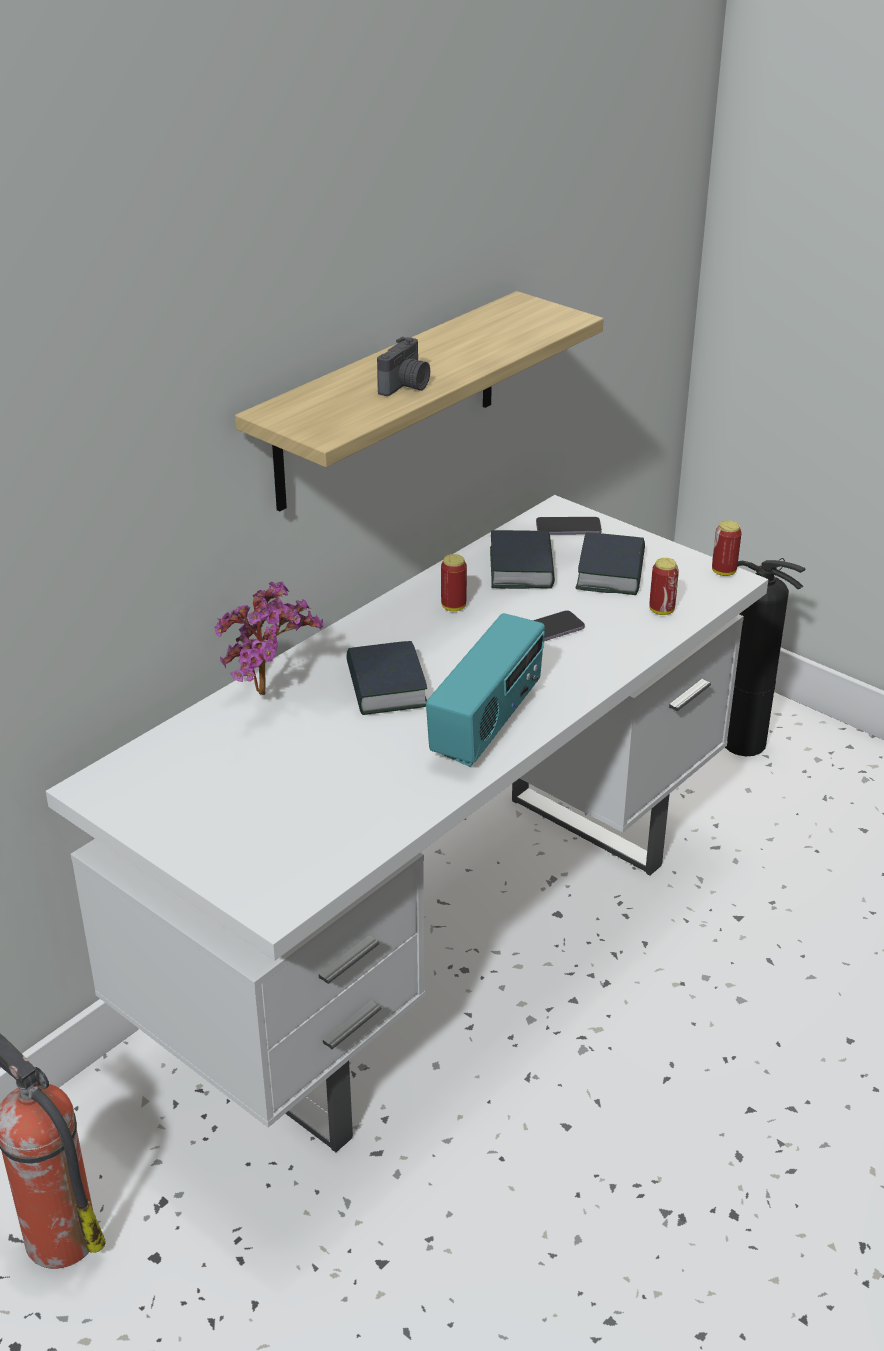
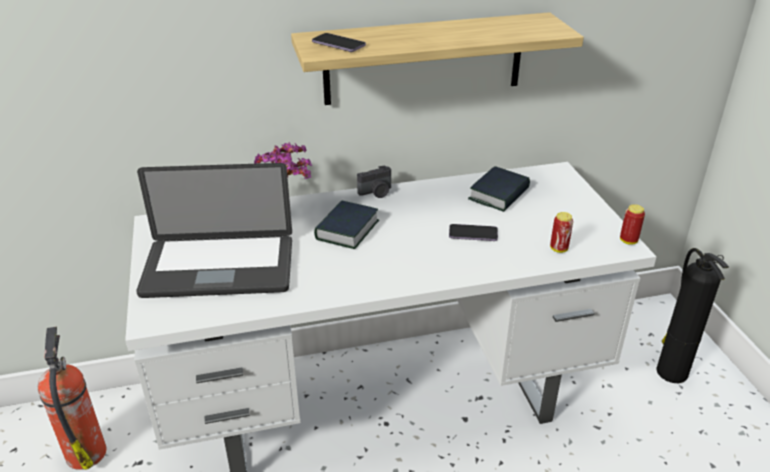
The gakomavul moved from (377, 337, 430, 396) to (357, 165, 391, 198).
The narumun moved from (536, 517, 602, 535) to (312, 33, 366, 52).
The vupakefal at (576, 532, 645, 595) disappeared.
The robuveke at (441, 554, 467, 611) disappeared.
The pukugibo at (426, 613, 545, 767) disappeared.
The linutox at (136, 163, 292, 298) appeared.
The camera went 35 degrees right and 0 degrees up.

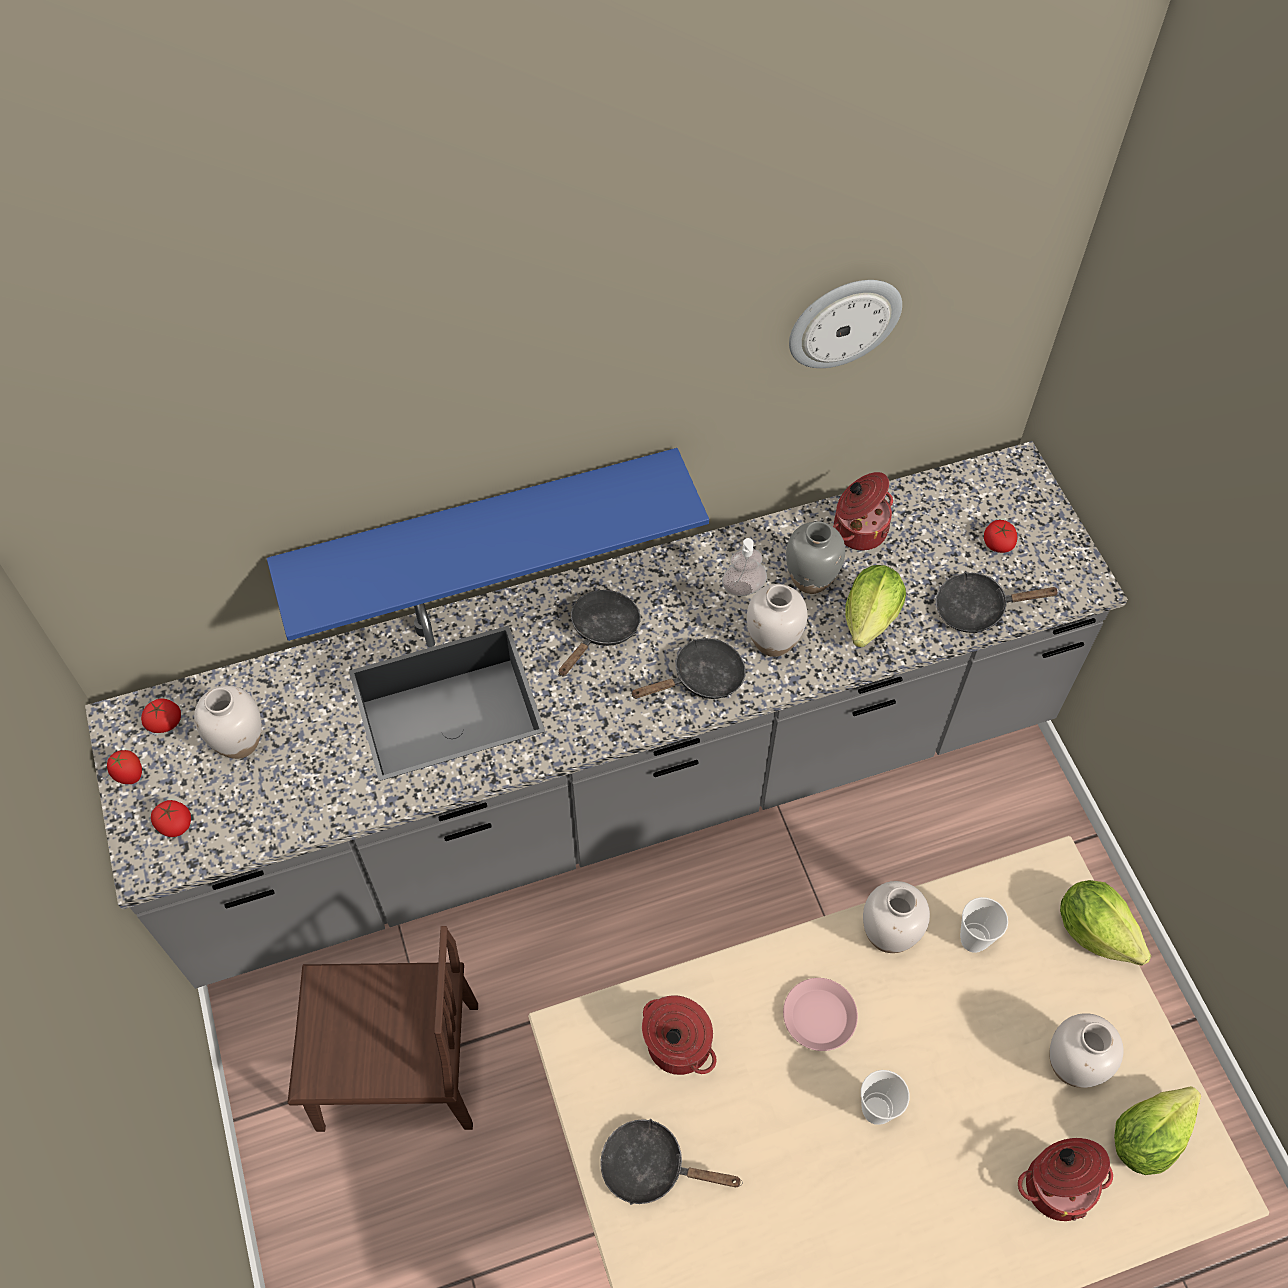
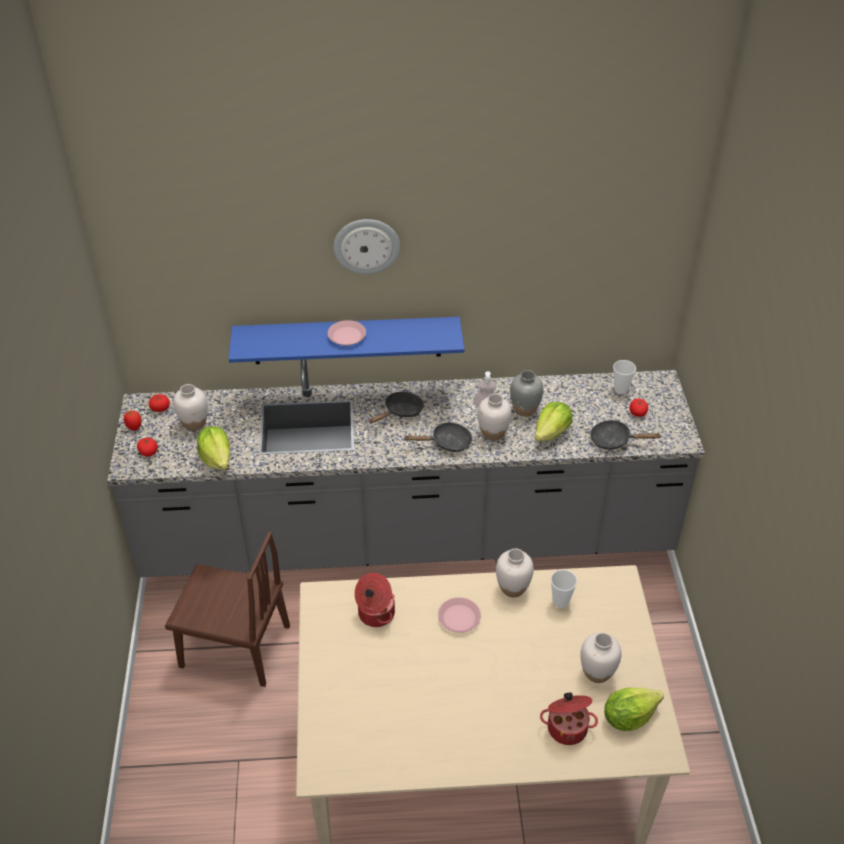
The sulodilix moved from (789, 280, 902, 368) to (334, 219, 400, 274).
The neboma at (833, 472, 893, 550) disappeared.
The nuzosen moved from (1060, 880, 1151, 966) to (197, 426, 230, 470).
The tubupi moved from (861, 1070, 910, 1125) to (613, 360, 636, 394).
The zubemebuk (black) at (600, 1119, 743, 1205) disappeared.
The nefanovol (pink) at (328, 320, 366, 346) appeared.
The camera went 15 degrees right and 15 degrees down.

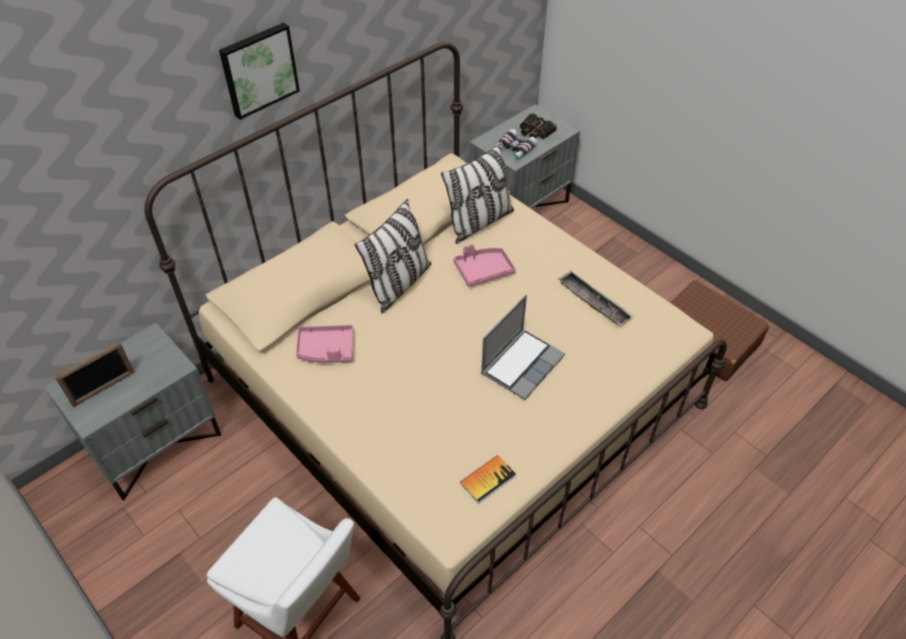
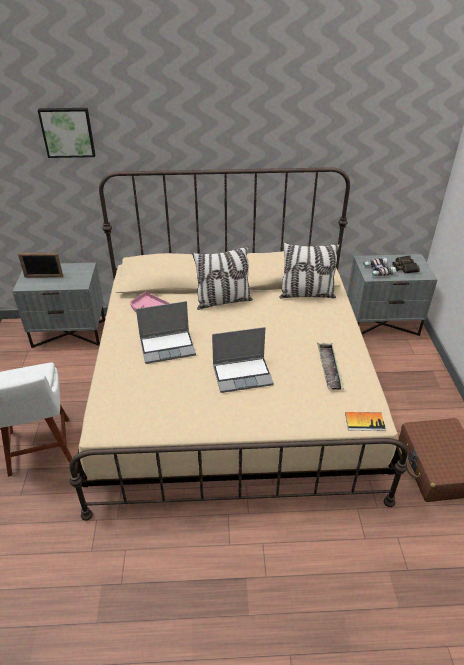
The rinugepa moved from (219, 23, 300, 120) to (38, 108, 95, 158).
The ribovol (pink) at (453, 244, 516, 287) disappeared.
The vupakefal moved from (460, 455, 516, 504) to (345, 412, 386, 431).
The linutox at (136, 301, 196, 364) appeared.
The camera went 40 degrees right and 10 degrees down.

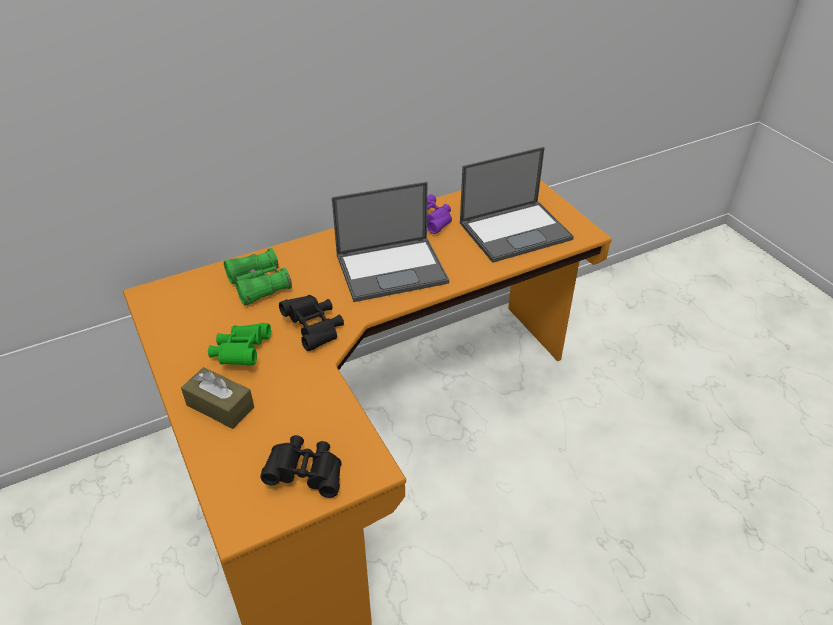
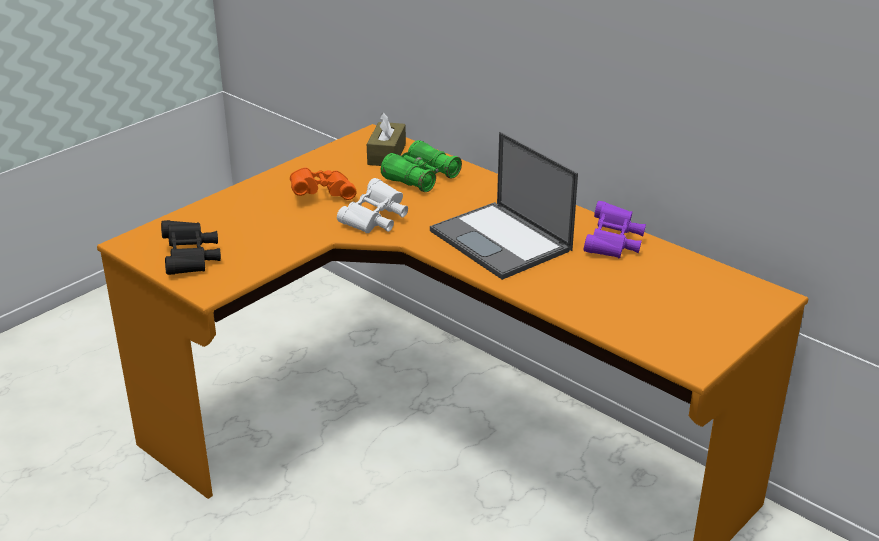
The linutox at (460, 147, 574, 263) disappeared.
The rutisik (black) at (279, 295, 344, 351) became the rutisik (white) at (337, 178, 408, 233).
The rutisik (green) at (208, 323, 271, 366) became the rutisik (orange) at (290, 167, 356, 200).
The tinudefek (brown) moved from (181, 367, 254, 429) to (367, 112, 406, 166).
The camera went 70 degrees right and 10 degrees down.

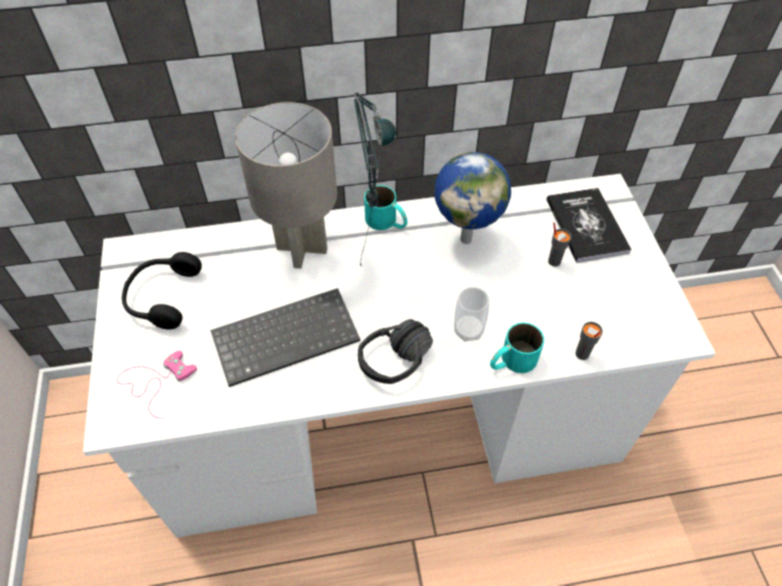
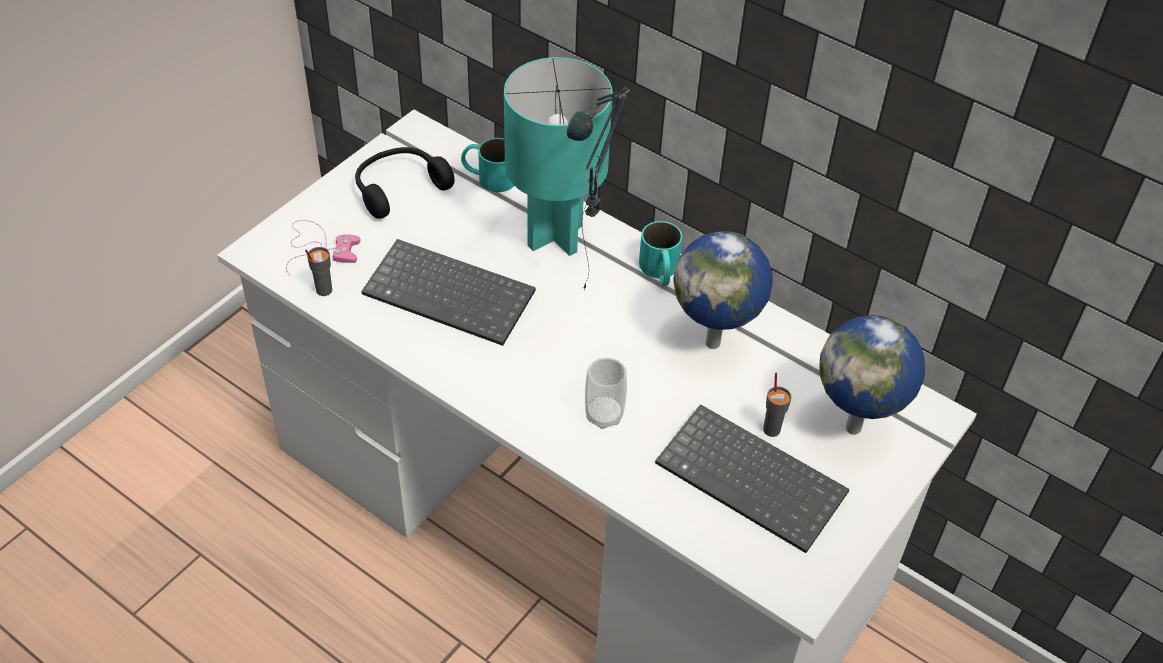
The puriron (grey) at (235, 102, 337, 269) became the puriron (turquoise) at (504, 57, 613, 256).
The vupakefal at (547, 188, 632, 263) was replaced by the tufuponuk at (819, 315, 925, 435).
The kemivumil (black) at (358, 319, 433, 384) disappeared.
The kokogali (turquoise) moved from (490, 322, 544, 373) to (461, 138, 514, 192).
The tubupi (grey) moved from (575, 322, 603, 360) to (305, 247, 332, 296).
The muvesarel at (655, 404, 849, 553) appeared.
The camera went 45 degrees right and 5 degrees down.

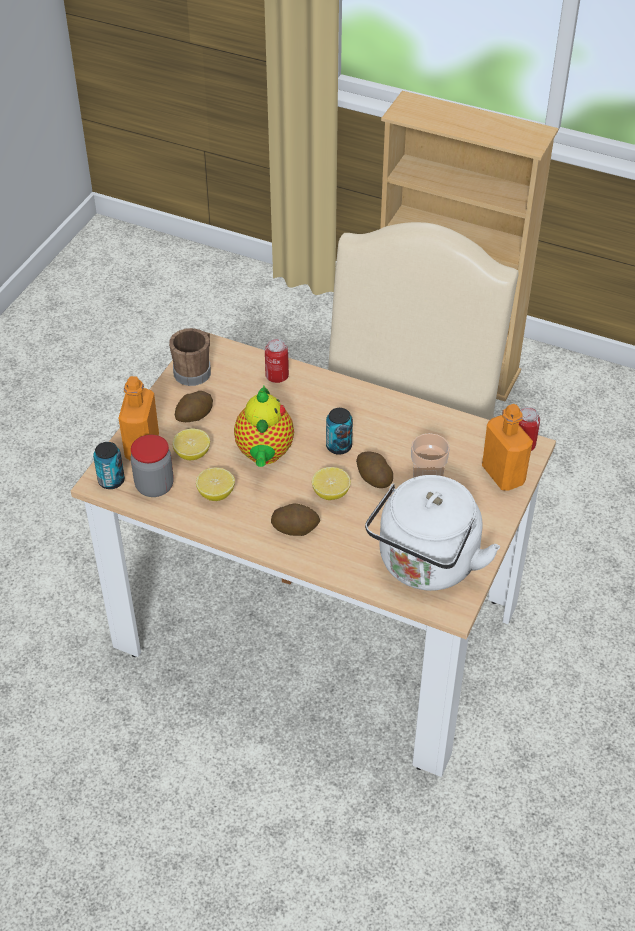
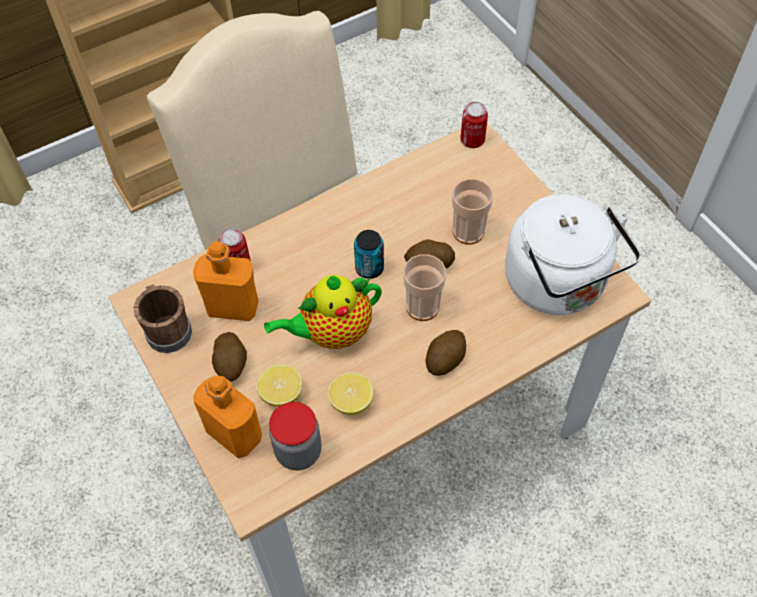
The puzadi at (234, 385, 294, 467) turned 120 degrees clockwise.
The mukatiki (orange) moved from (482, 404, 533, 491) to (193, 241, 259, 321).
The robuveke at (93, 442, 125, 489) disappeared.
The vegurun at (312, 467, 351, 500) was replaced by the tubupi at (403, 254, 446, 321).
The camera went 55 degrees left and 10 degrees up.

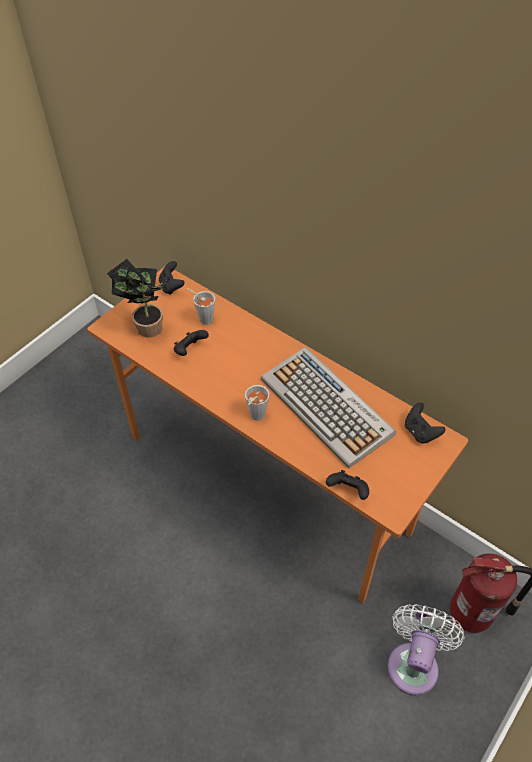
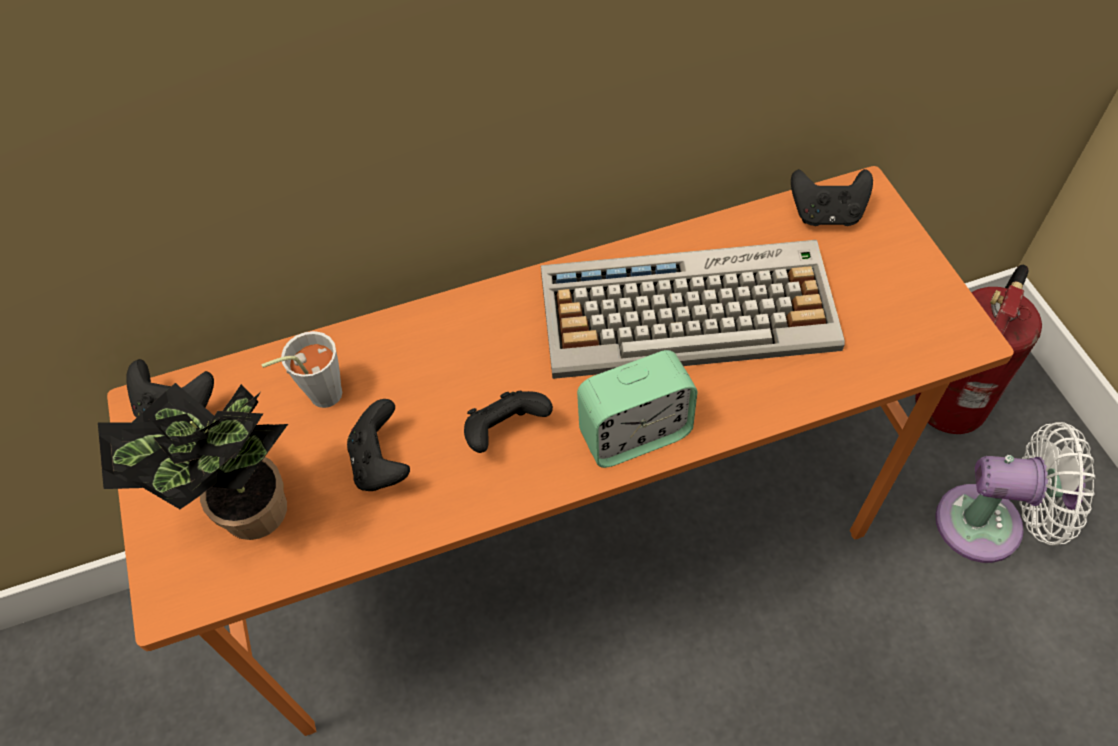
The tubupi (grey) at (245, 385, 270, 421) was replaced by the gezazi at (577, 350, 698, 468).
The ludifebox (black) moved from (326, 470, 369, 500) to (464, 391, 553, 453).
The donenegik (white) at (388, 604, 465, 696) turned 135 degrees clockwise.
The camera went 55 degrees left and 5 degrees up.

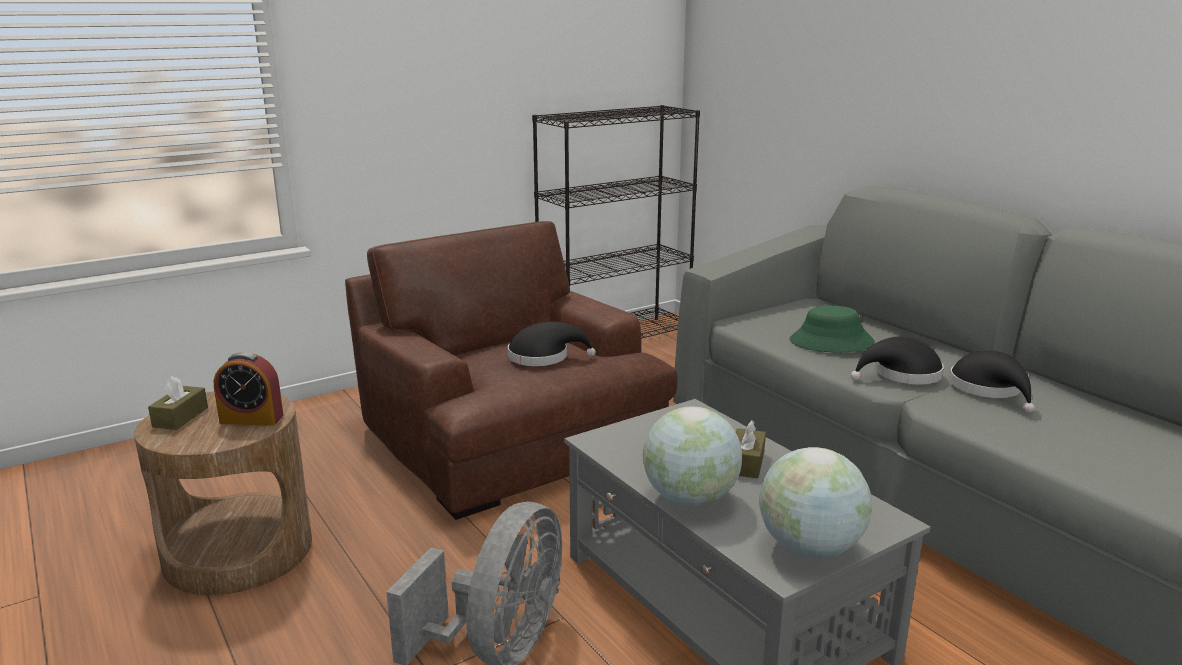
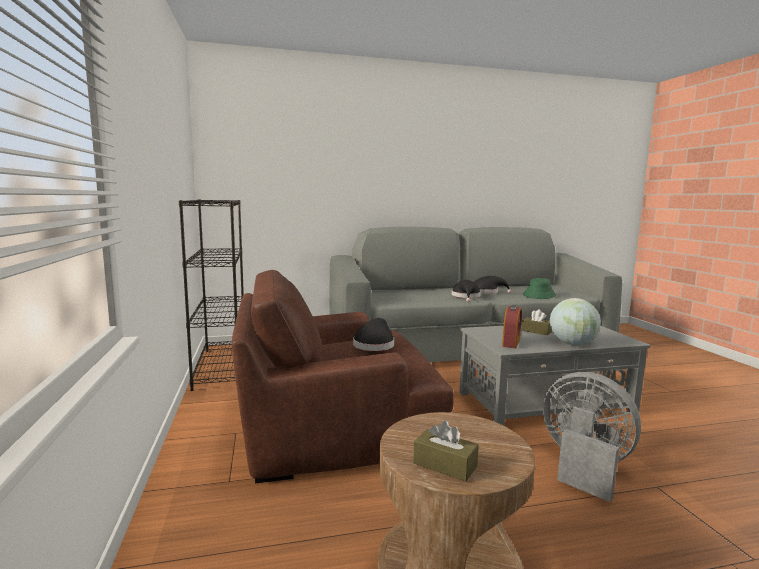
The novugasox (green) moved from (790, 306, 875, 352) to (523, 278, 556, 299).
The gezazi moved from (214, 352, 283, 425) to (502, 305, 522, 348).
The tufuponuk at (759, 447, 872, 558) disappeared.
The camera went 70 degrees left and 10 degrees down.

